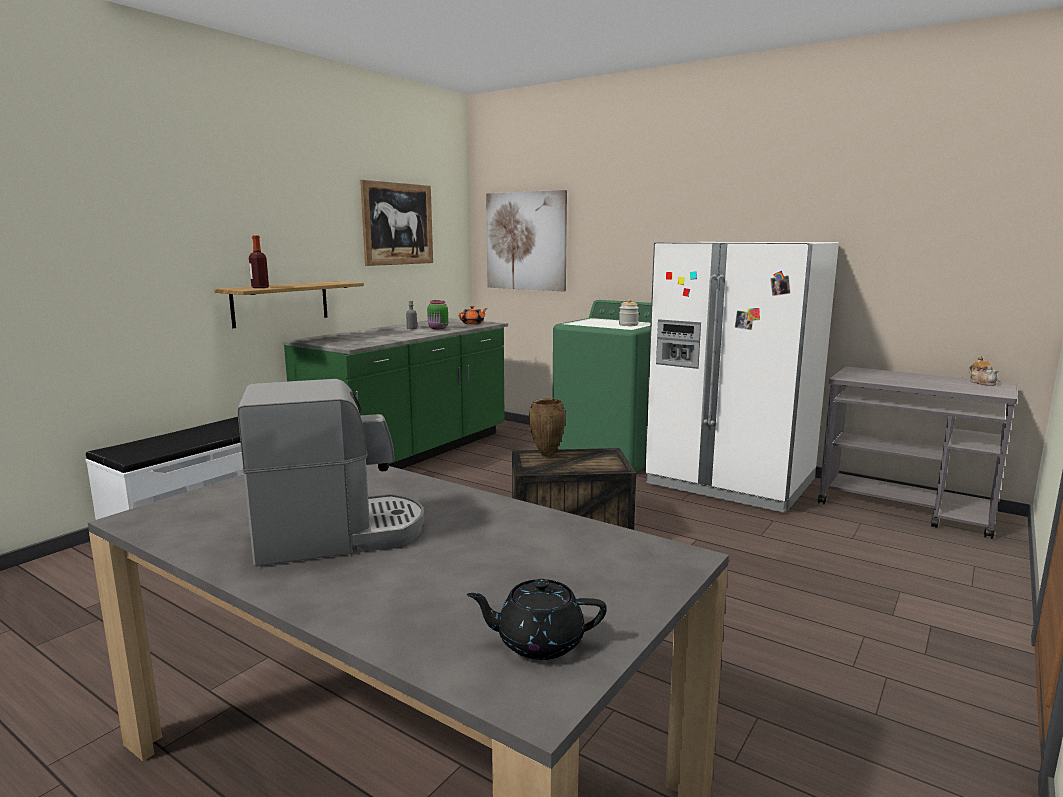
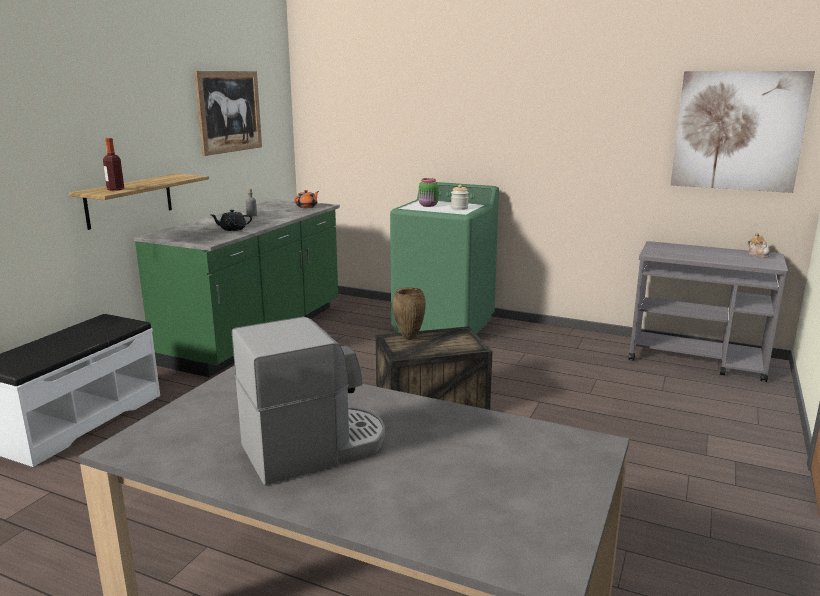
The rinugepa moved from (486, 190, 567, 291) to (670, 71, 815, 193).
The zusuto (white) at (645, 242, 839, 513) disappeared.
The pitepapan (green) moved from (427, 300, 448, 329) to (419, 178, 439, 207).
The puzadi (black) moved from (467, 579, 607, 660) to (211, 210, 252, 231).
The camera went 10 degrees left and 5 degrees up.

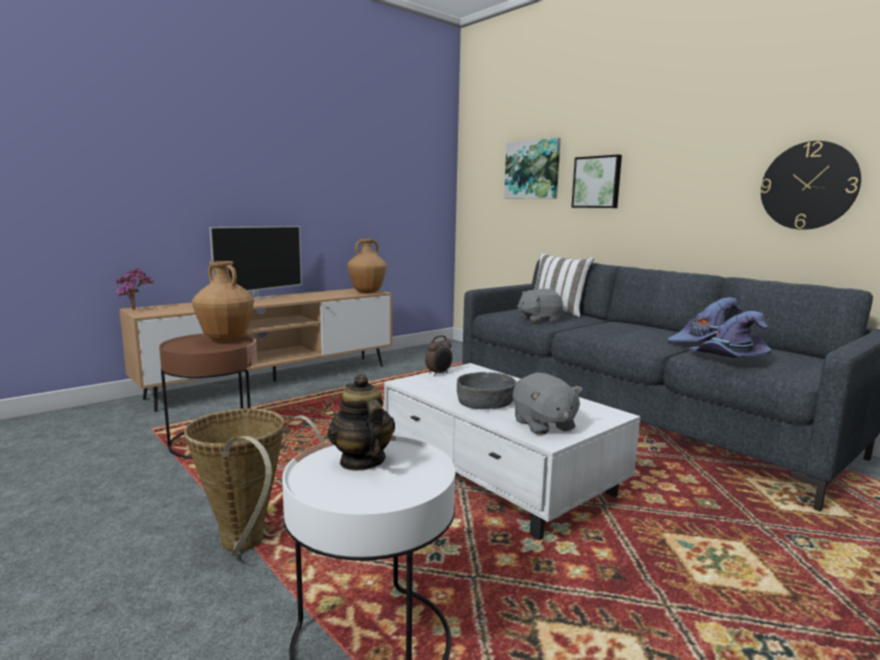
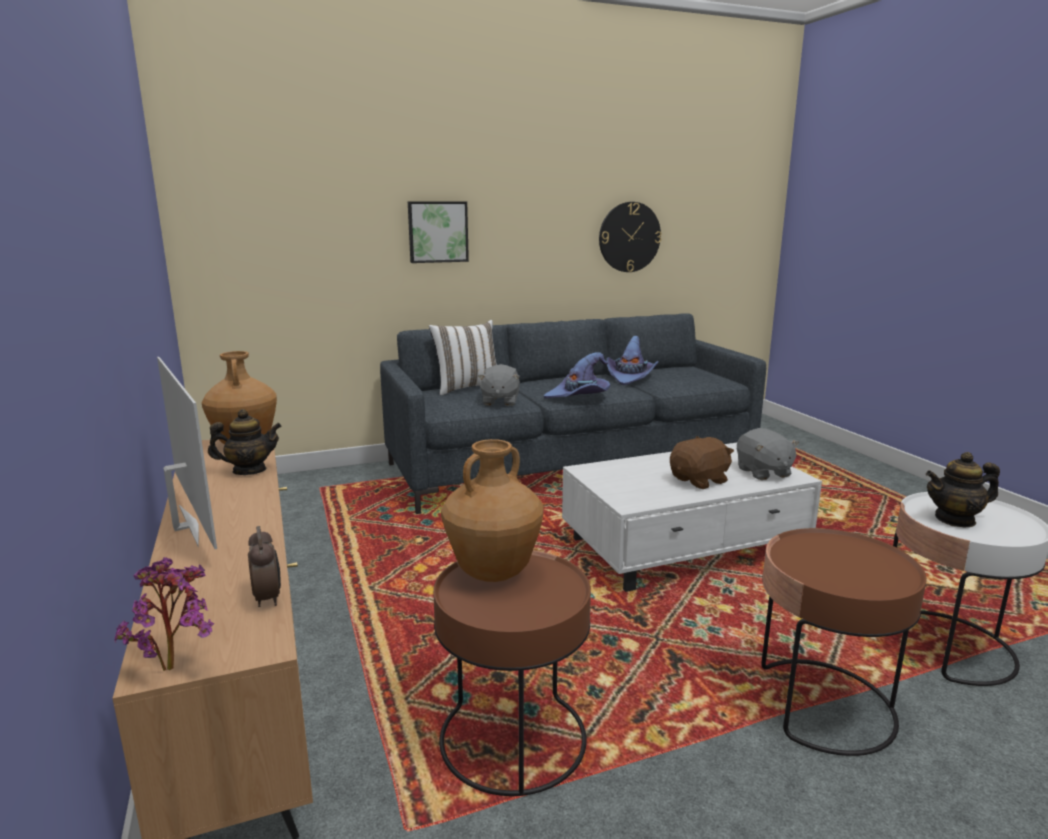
The rinugepa at (504, 138, 561, 199) disappeared.
The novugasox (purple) moved from (688, 311, 771, 358) to (544, 352, 610, 398).
The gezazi moved from (425, 335, 452, 376) to (248, 526, 281, 607).
The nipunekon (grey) at (457, 372, 516, 409) was replaced by the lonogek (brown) at (670, 436, 734, 489).
The lonogek (grey) at (513, 372, 583, 435) turned 75 degrees clockwise.
The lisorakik at (184, 408, 324, 556) was replaced by the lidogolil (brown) at (761, 528, 927, 756).
The puzadi at (208, 409, 282, 475) appeared.
The camera went 70 degrees left and 5 degrees up.

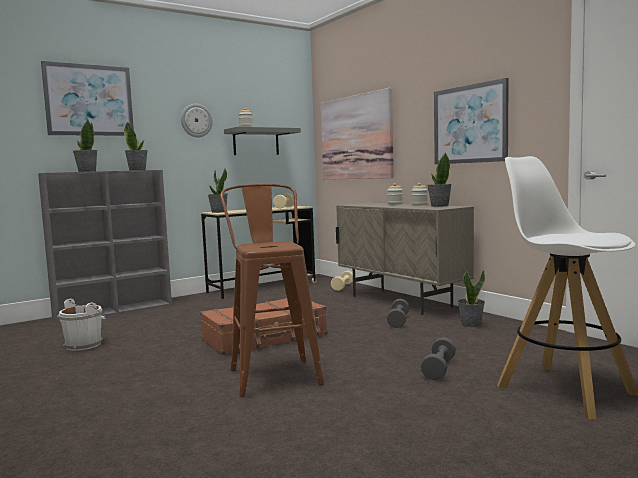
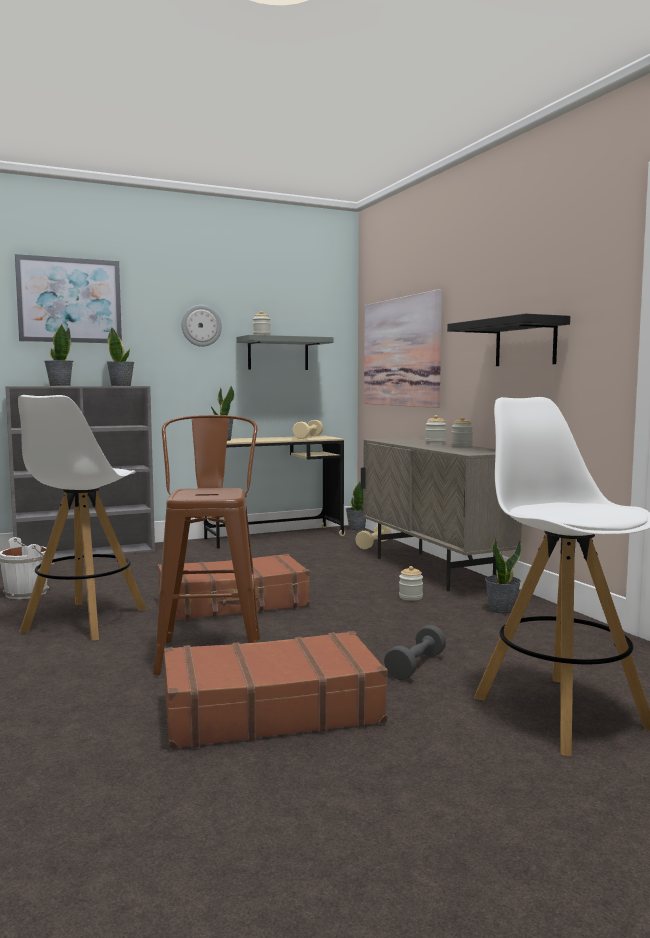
The rinugepa at (434, 78, 509, 165) was replaced by the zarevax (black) at (447, 314, 570, 366).
The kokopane moved from (427, 152, 452, 207) to (346, 482, 366, 531).
The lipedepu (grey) at (387, 299, 409, 328) was replaced by the pitepapan at (399, 566, 423, 601).
The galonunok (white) at (18, 395, 147, 641) appeared.
The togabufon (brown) at (164, 631, 388, 749) appeared.
The camera went 10 degrees right and 0 degrees up.

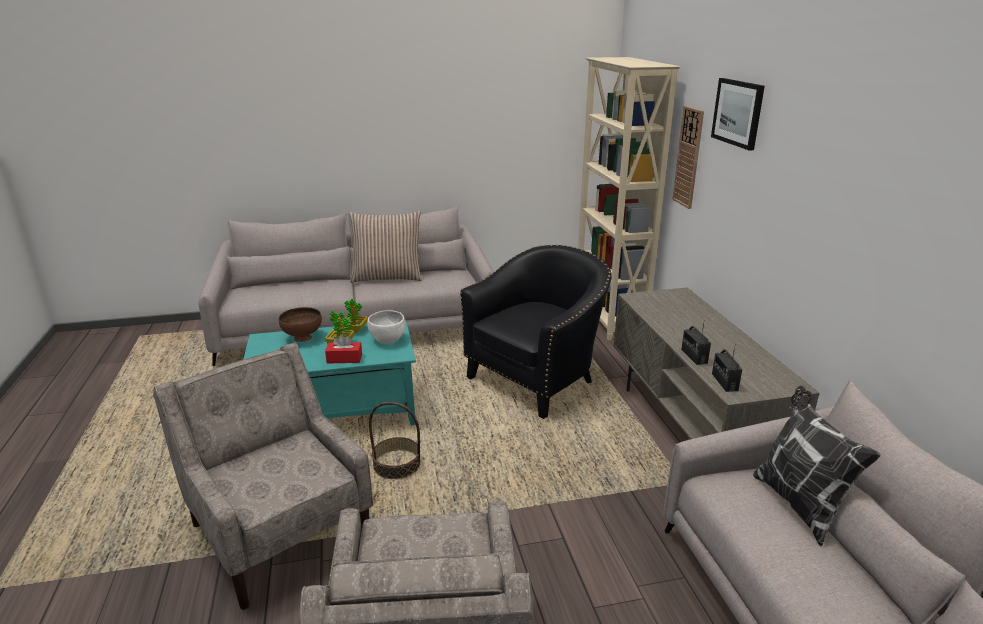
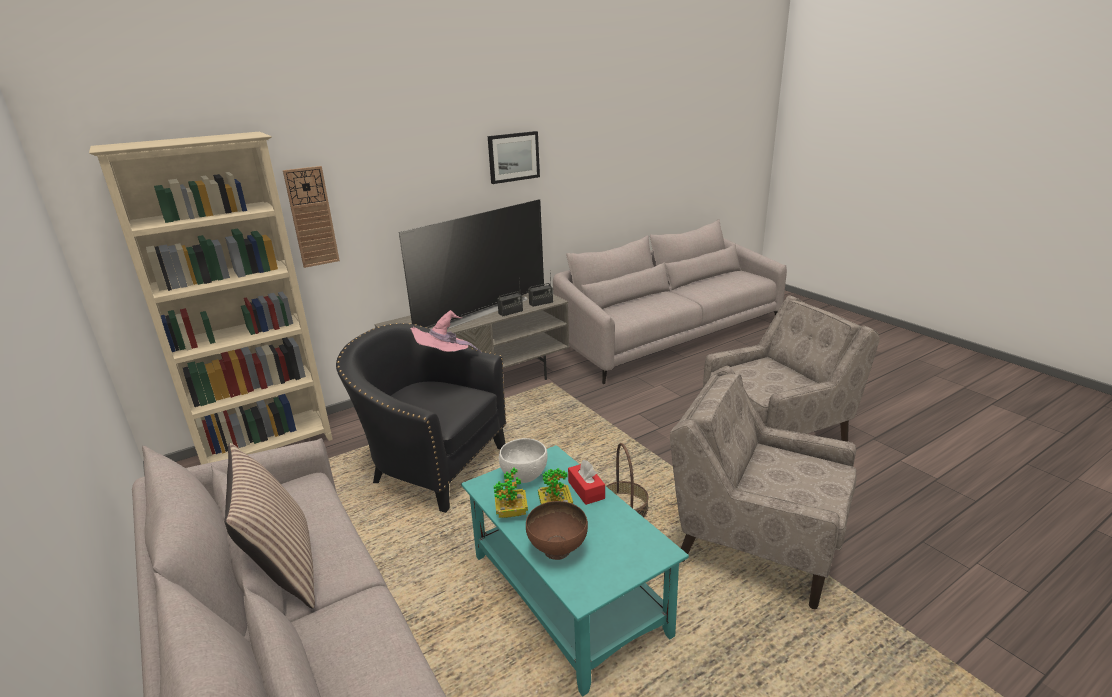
The rinugepa moved from (711, 78, 765, 151) to (488, 131, 540, 184).
The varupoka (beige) at (153, 342, 373, 610) turned 90 degrees clockwise.
The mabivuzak at (753, 386, 881, 547) disappeared.
The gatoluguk at (399, 199, 544, 329) appeared.
The novugasox (pink) at (410, 310, 482, 354) appeared.
The camera went 110 degrees left and 0 degrees up.

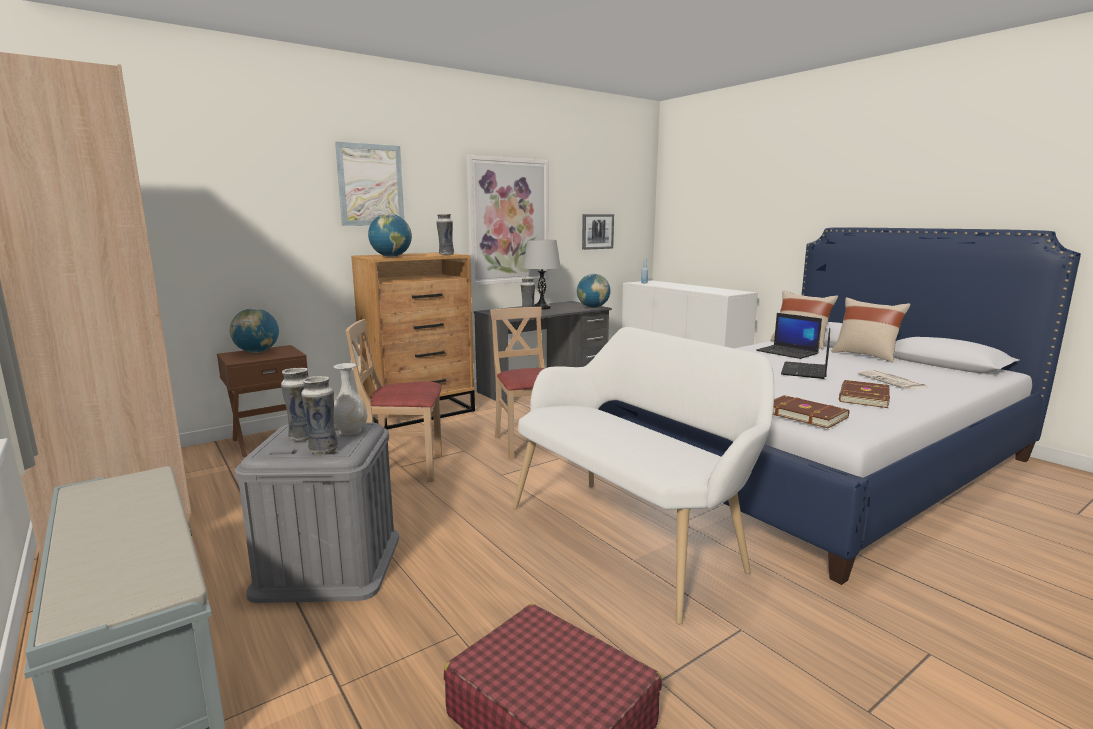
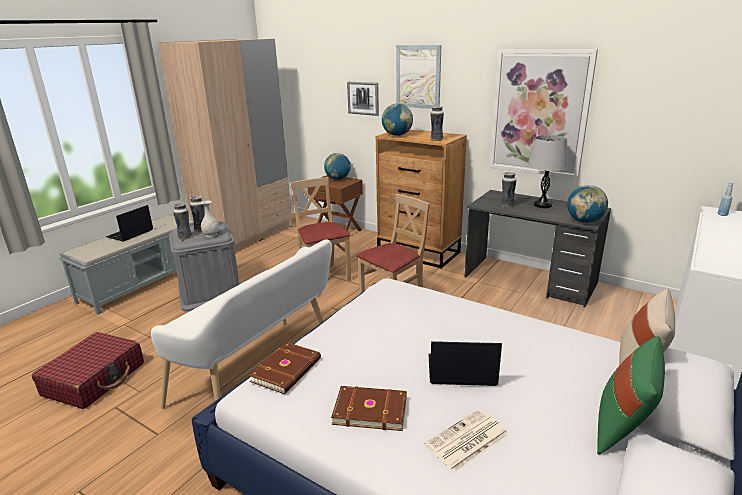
The rinugepa moved from (582, 214, 614, 250) to (347, 82, 379, 116).
The mabivuzak (beige) at (831, 297, 911, 363) became the mabivuzak (green) at (597, 336, 665, 455).
The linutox moved from (756, 313, 822, 359) to (106, 205, 153, 242).
The camera went 70 degrees right and 10 degrees up.

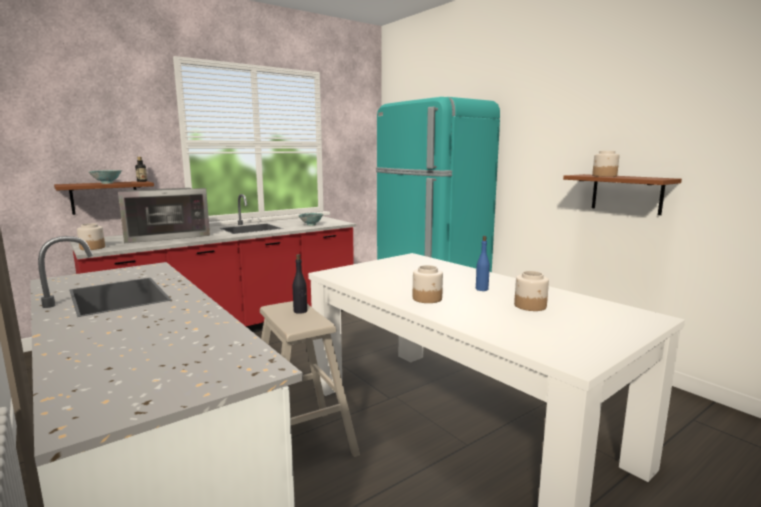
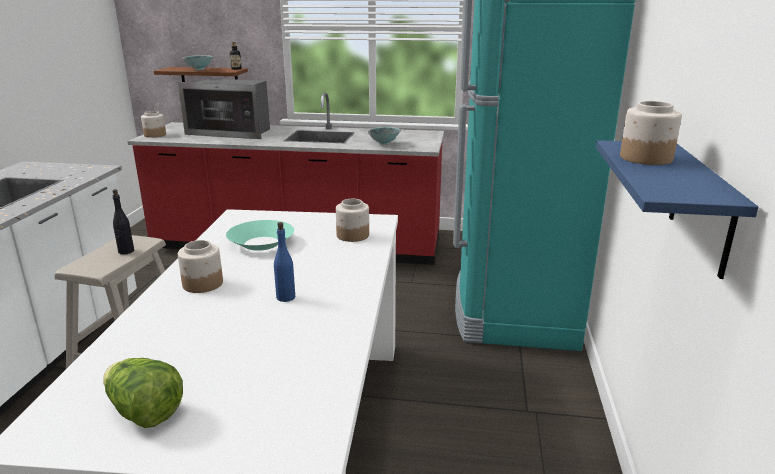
The zarevax (brown) at (563, 174, 682, 215) became the zarevax (blue) at (596, 140, 759, 279).
The pitepapan moved from (514, 271, 549, 311) to (336, 199, 369, 242).
The nipunekon (turquoise) at (226, 220, 294, 251) appeared.
The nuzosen at (103, 358, 183, 428) appeared.
The camera went 45 degrees right and 10 degrees up.

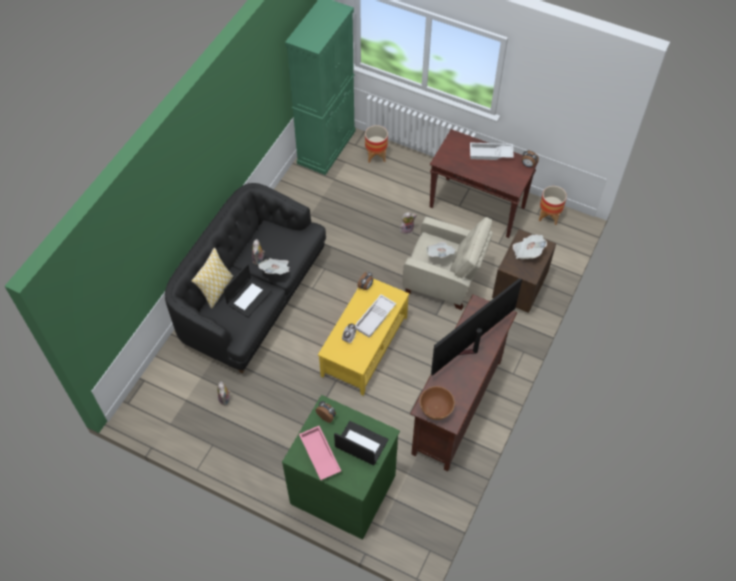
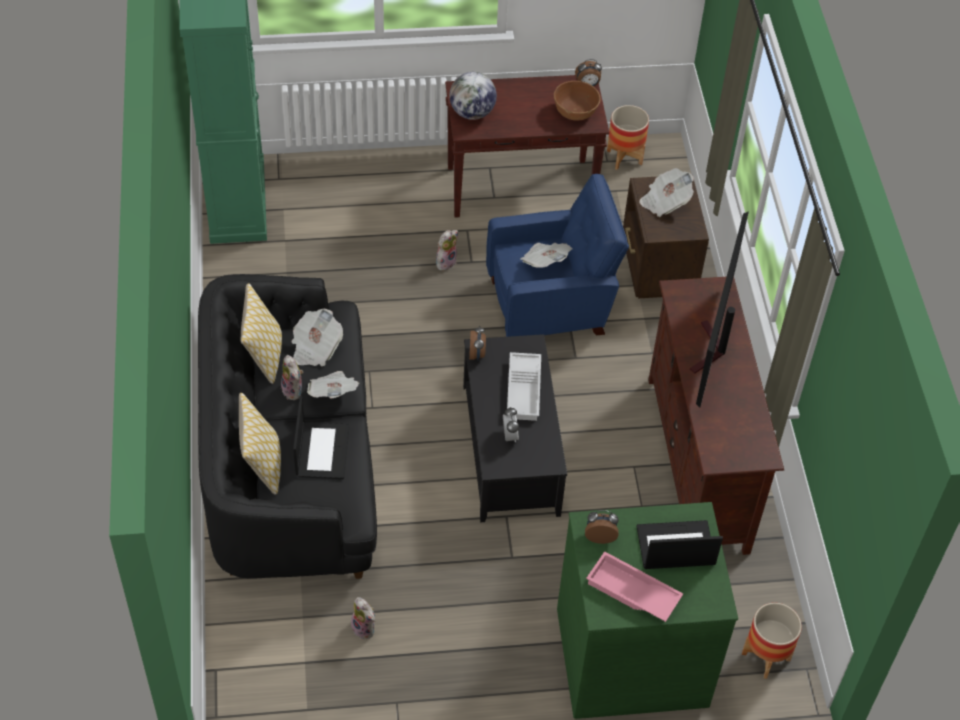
The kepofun moved from (365, 125, 388, 163) to (742, 603, 802, 679).
The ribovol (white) at (470, 142, 514, 160) disappeared.
The varupoka (beige) at (403, 217, 493, 310) became the varupoka (blue) at (486, 174, 629, 337).
The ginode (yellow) at (318, 279, 409, 396) became the ginode (black) at (463, 334, 567, 522).
The nipunekon (brown) moved from (420, 386, 455, 420) to (554, 81, 600, 121).
The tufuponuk at (449, 72, 497, 120) appeared.
The mabivuzak at (241, 283, 282, 384) appeared.
The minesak at (291, 309, 343, 366) appeared.
The camera went 35 degrees left and 5 degrees down.

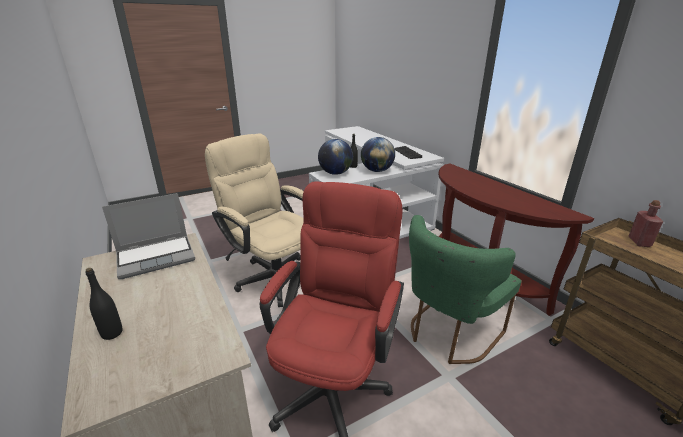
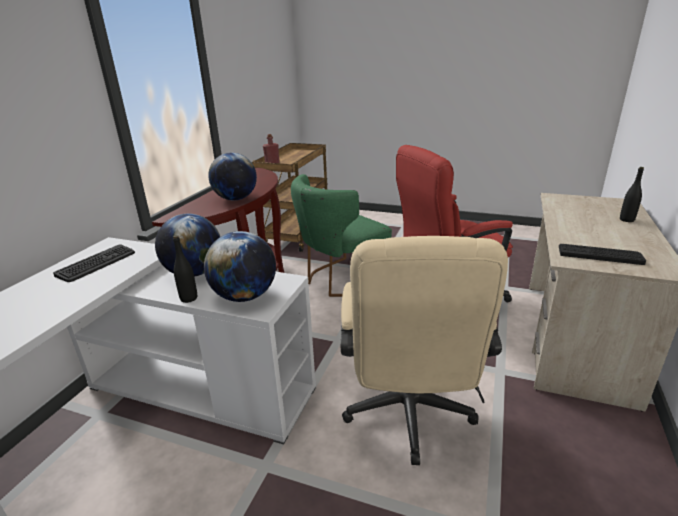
The linutox at (102, 193, 195, 279) was replaced by the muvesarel at (559, 244, 646, 265).
The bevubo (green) at (409, 215, 522, 364) turned 135 degrees clockwise.
The tufuponuk at (208, 153, 257, 200) appeared.
The camera went 130 degrees left and 0 degrees up.

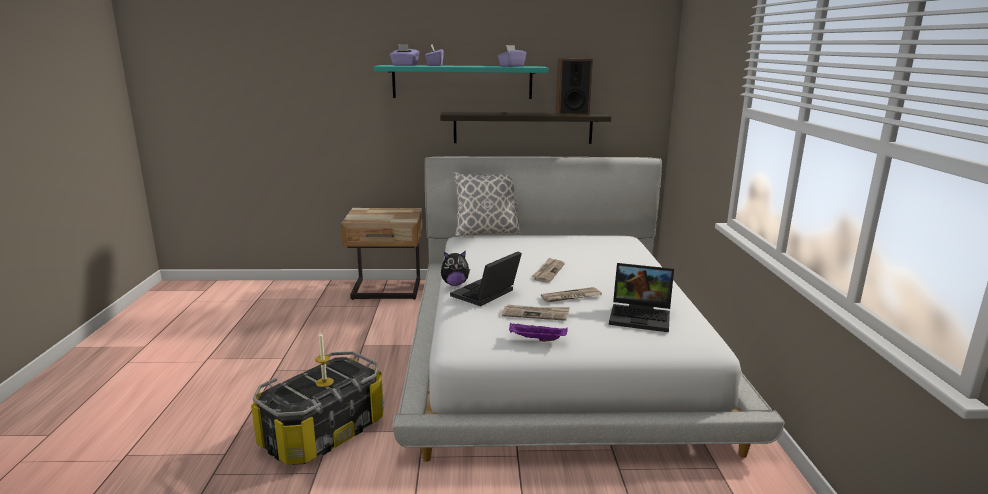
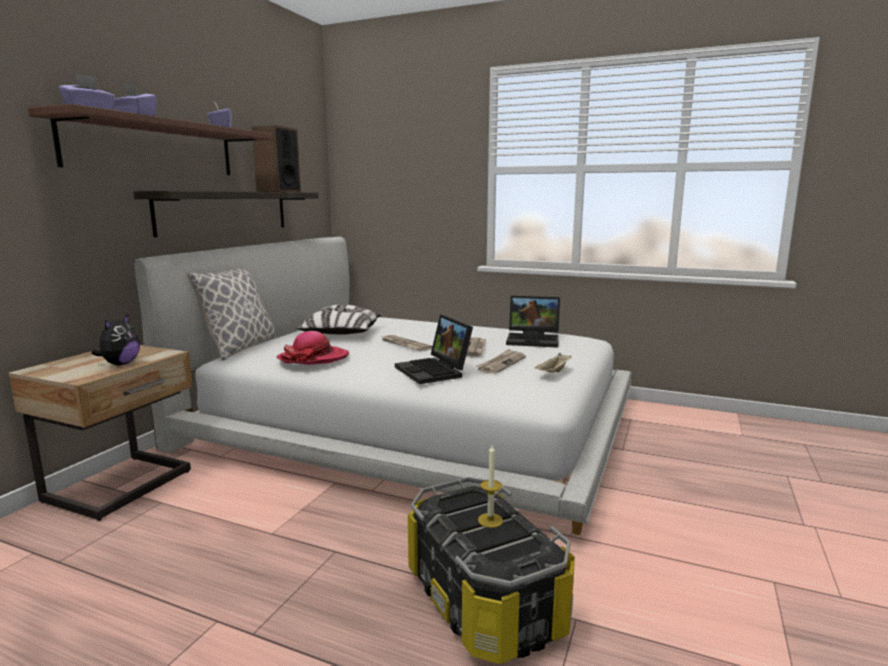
The zarevax (turquoise) at (374, 65, 549, 99) became the zarevax (brown) at (28, 104, 273, 175).
The lonogek moved from (441, 251, 470, 286) to (91, 315, 140, 365).
The linutox at (609, 263, 674, 332) turned 60 degrees clockwise.
The ribovol (purple) at (509, 323, 568, 342) became the ribovol (beige) at (535, 353, 572, 372).
The mabivuzak at (296, 304, 381, 335) appeared.
The novugasox at (277, 331, 349, 365) appeared.
The camera went 65 degrees left and 5 degrees down.

